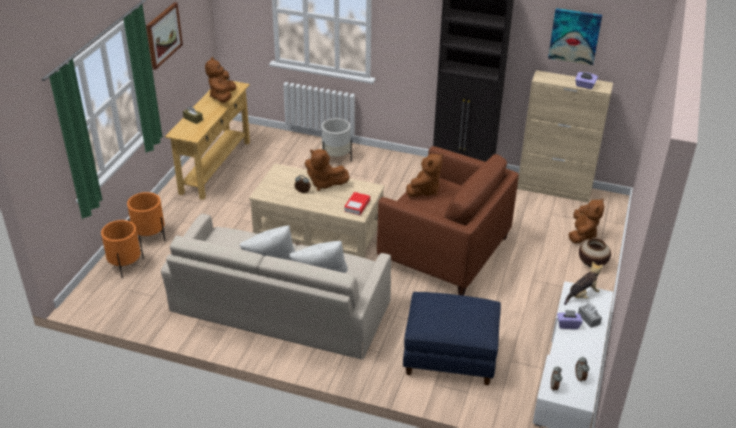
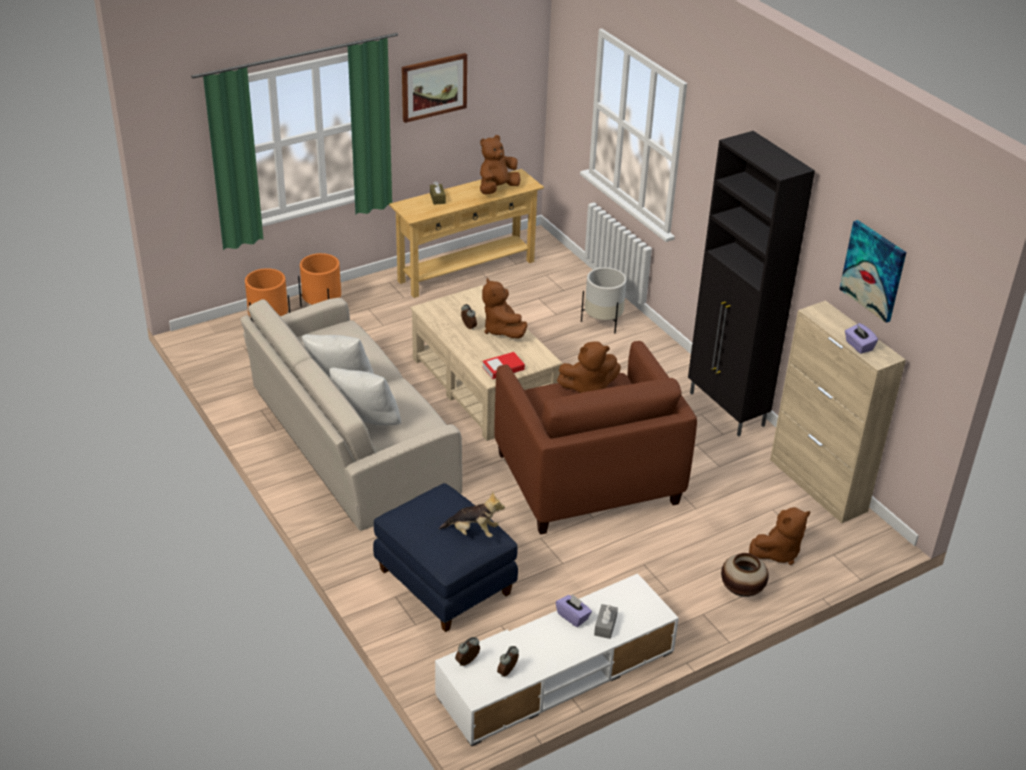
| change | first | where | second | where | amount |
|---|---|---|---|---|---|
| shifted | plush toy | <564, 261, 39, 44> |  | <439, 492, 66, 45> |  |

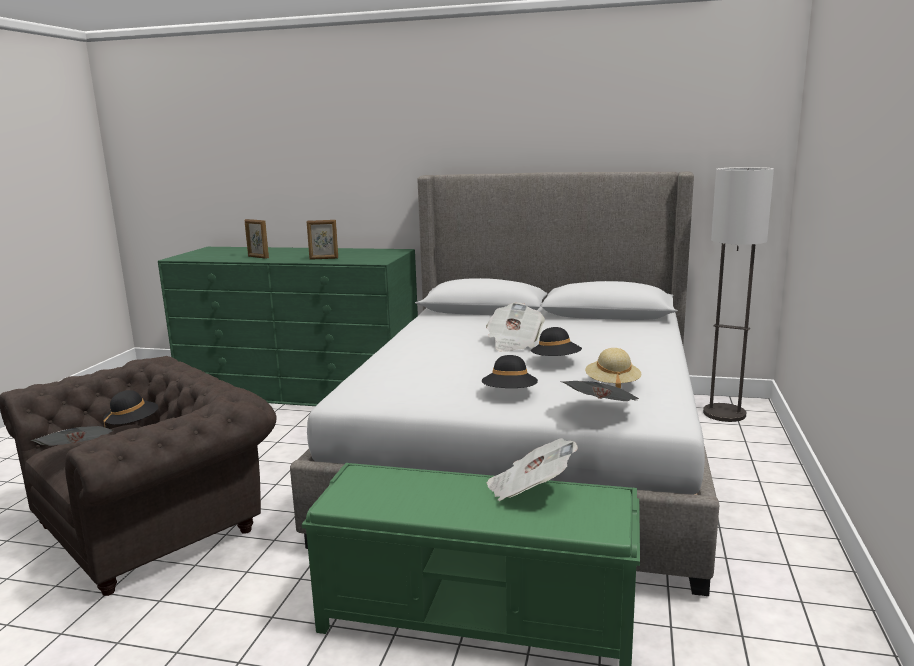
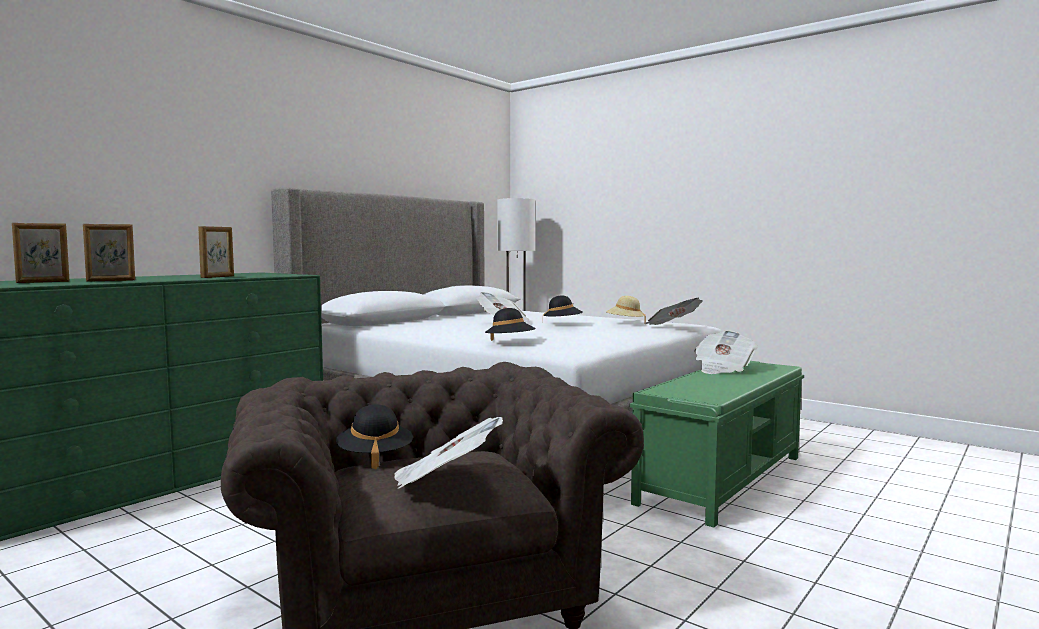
| change | first | where | second | where | amount |
|---|---|---|---|---|---|
| shifted | black hat | <482, 355, 56, 33> |  | <485, 308, 51, 33> |  |
| new |  |  | picture frame | <12, 223, 57, 60> |  |

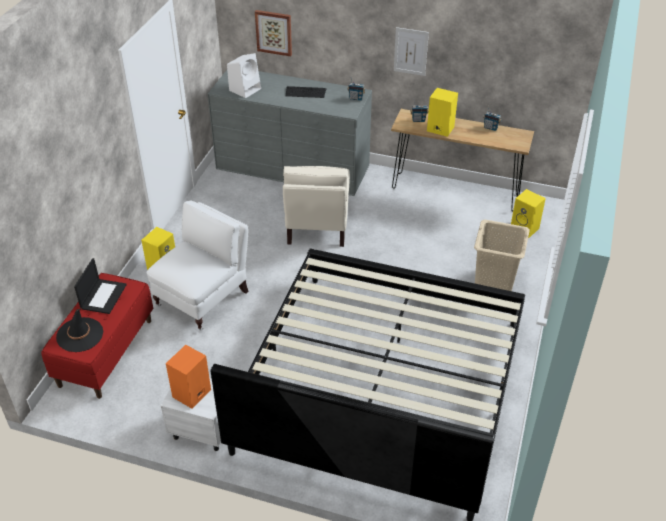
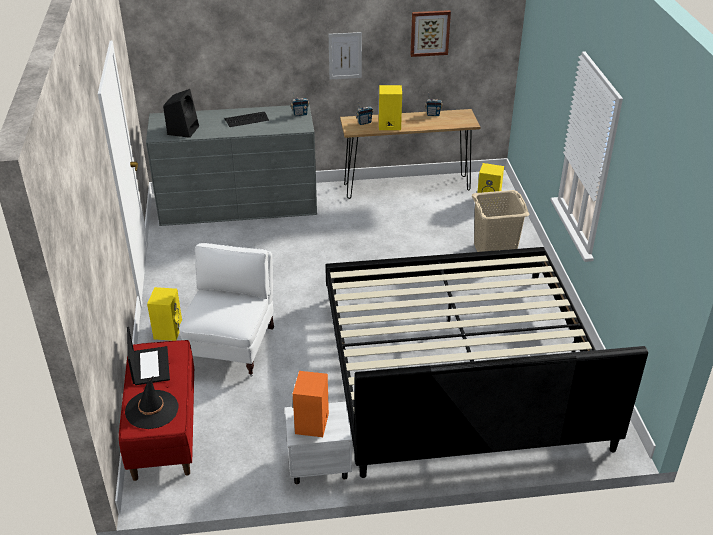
| change | first | where | second | where | amount |
|---|---|---|---|---|---|
| shifted | picture | <255, 10, 37, 46> |  | <411, 10, 40, 47> |  |
| repainted | white speaker | <227, 53, 34, 45> | black speaker | <163, 89, 36, 49> |  |
| gone | beige armchair | <283, 166, 67, 81> |  |  |  |

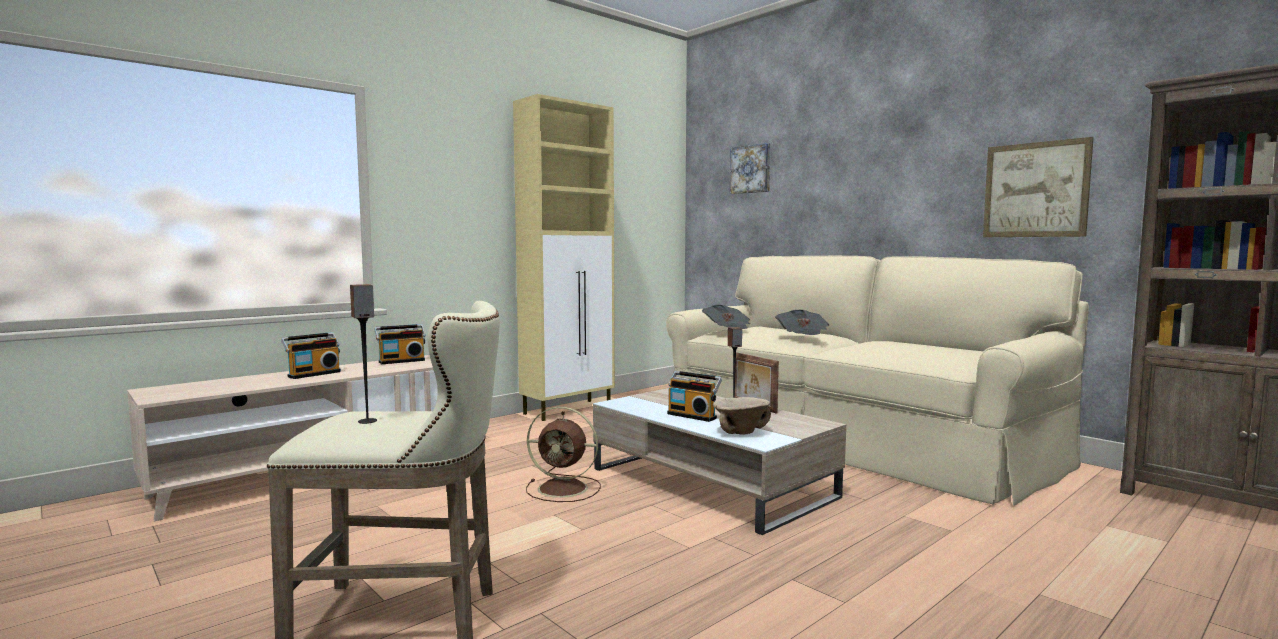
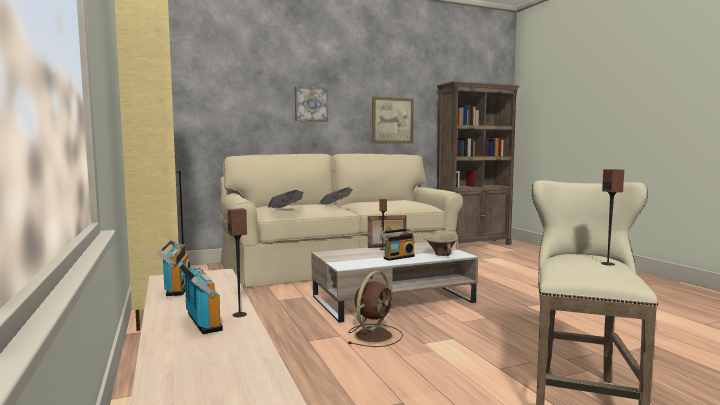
| change | first | where | second | where | amount |
|---|---|---|---|---|---|
| shifted | picture | <730, 143, 40, 51> |  | <295, 86, 33, 36> |  |
| new |  |  | speaker | <227, 208, 20, 109> |  |

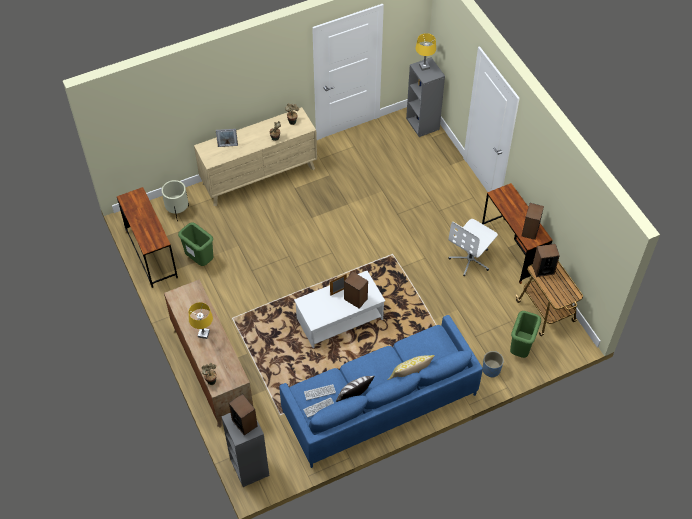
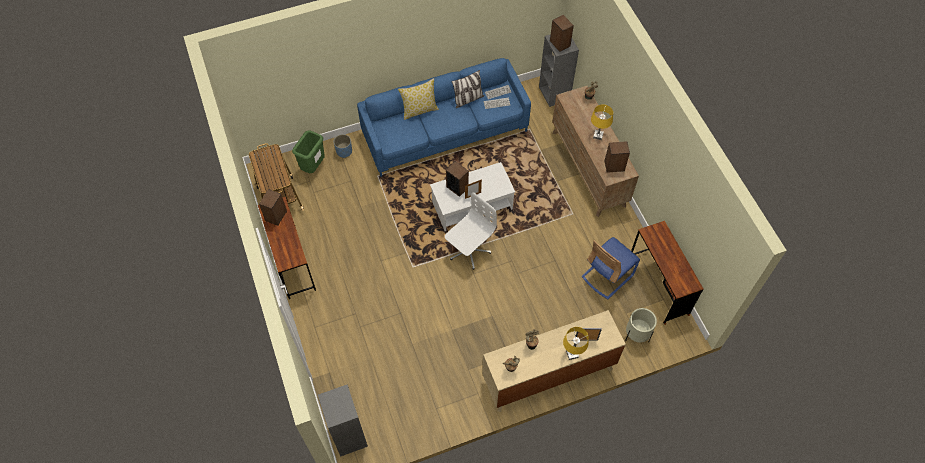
| change | first | where | second | where | amount |
|---|---|---|---|---|---|
| shifted | yellow table lamp | <416, 33, 20, 38> |  | <563, 327, 26, 33> |  |
| shifted | white office chair | <448, 219, 50, 57> |  | <445, 192, 52, 77> |  |
| swapped | green trash can | <178, 222, 35, 44> | blue chair | <582, 237, 58, 62> |  |
| shifted | speaker | <532, 244, 28, 33> |  | <605, 141, 25, 32> |  |

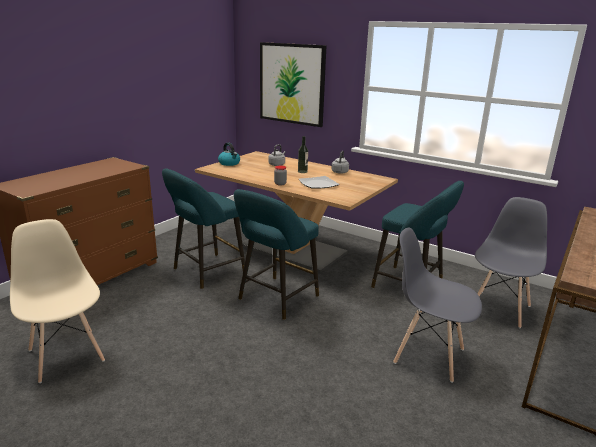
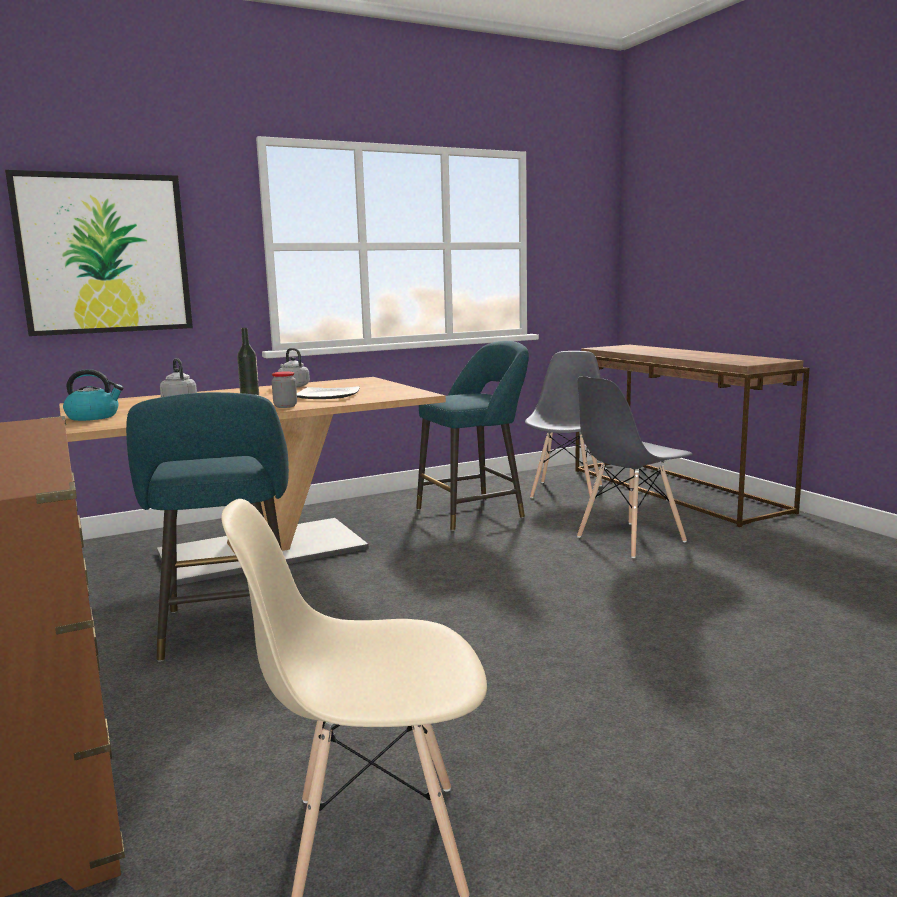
| change | first | where | second | where | amount |
|---|---|---|---|---|---|
| gone | turquoise stool | <234, 189, 85, 131> |  |  |  |
| rotated | grey chair | <475, 197, 72, 131> |  | <525, 351, 77, 147> | 45 degrees clockwise |

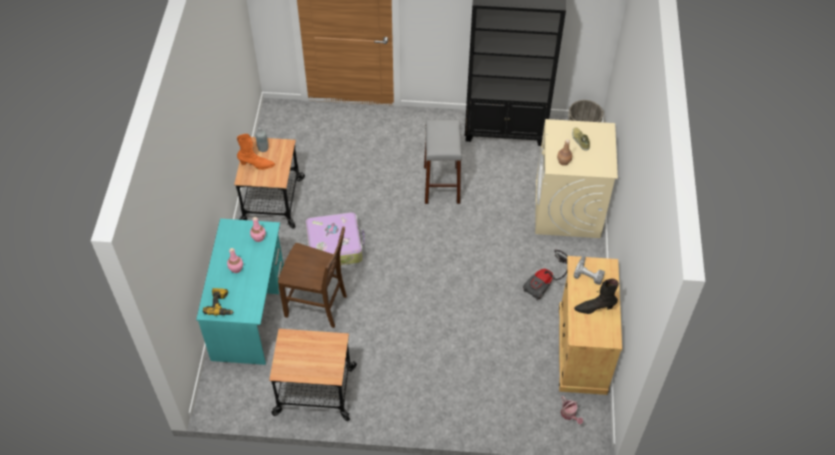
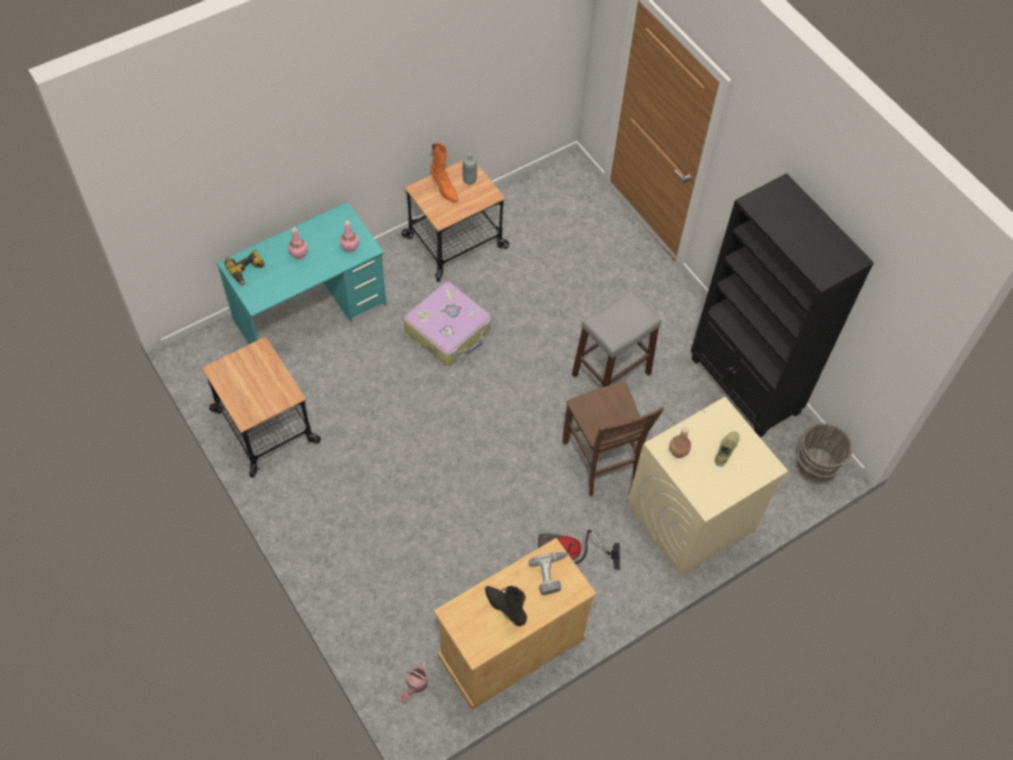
| change | first | where | second | where | amount |
|---|---|---|---|---|---|
| shifted | brown chair | <278, 227, 69, 101> |  | <562, 382, 102, 114> |  |

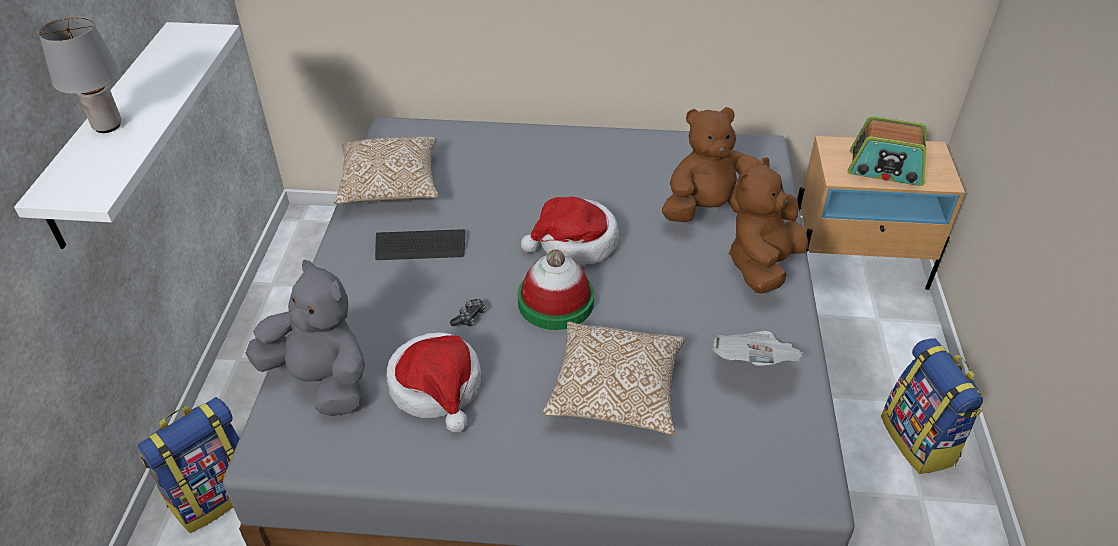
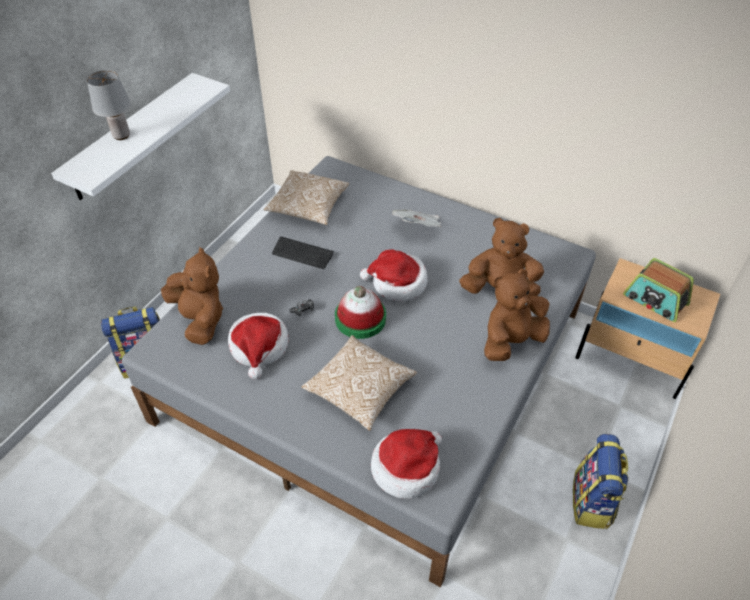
| change | first | where | second | where | amount |
|---|---|---|---|---|---|
| repainted | grey plush toy | <245, 260, 120, 156> | brown plush toy | <161, 247, 62, 98> |  |
| shifted | newspaper | <713, 331, 90, 35> |  | <392, 209, 50, 18> |  |
| new |  |  | hat | <371, 429, 71, 70> |  |

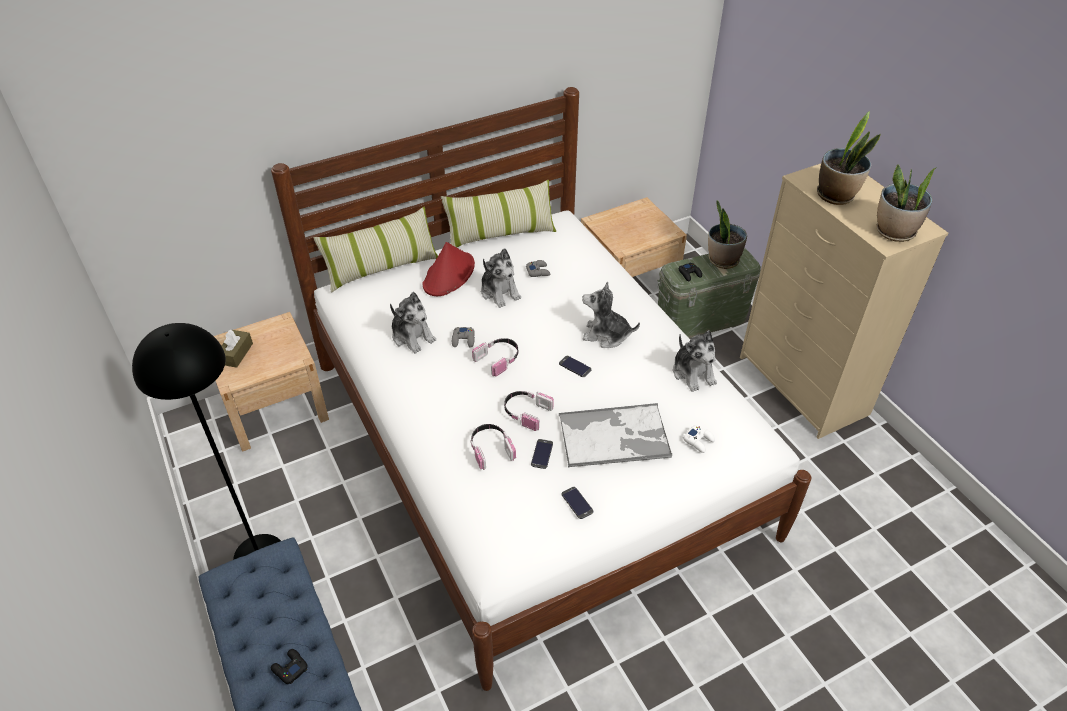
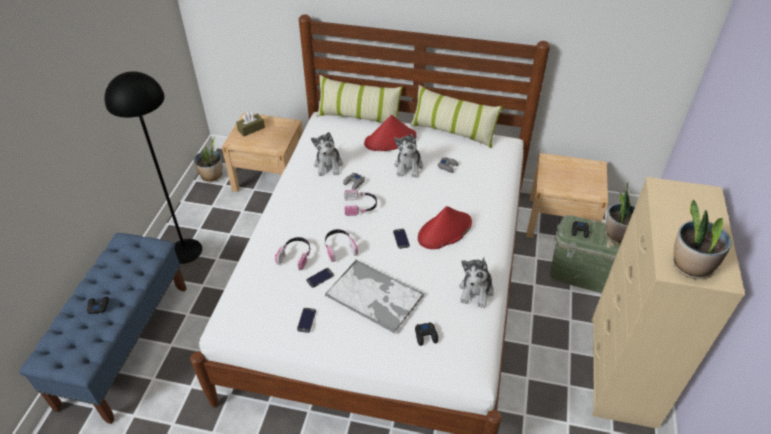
| change | first | where | second | where | amount |
|---|---|---|---|---|---|
| shifted | potted plant | <817, 111, 64, 94> |  | <194, 137, 29, 45> |  |
| swapped | plush toy | <582, 282, 58, 66> | red hat | <418, 206, 54, 43> |  |
| repainted | white game controller | <683, 425, 32, 28> | black game controller | <415, 322, 23, 24> |  |

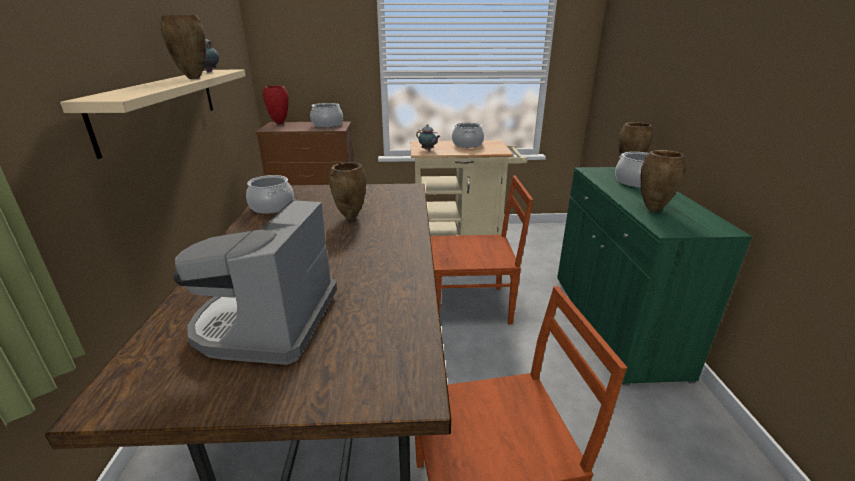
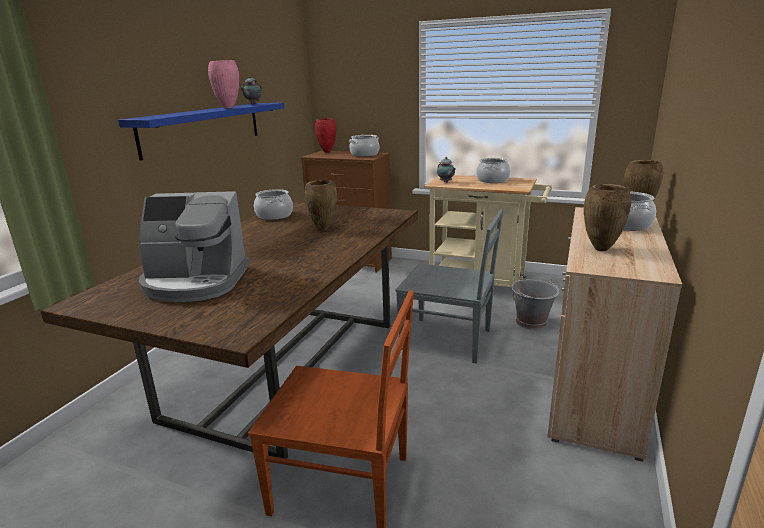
| change | first | where | second | where | amount |
|---|---|---|---|---|---|
| repainted | brown vase | <161, 15, 45, 64> | pink vase | <208, 60, 31, 49> |  |
| repainted | beige shelf | <60, 70, 186, 89> | blue shelf | <118, 103, 166, 58> |  |
| repainted | green cabinet | <557, 167, 195, 219> | beige cabinet | <547, 207, 135, 255> |  |
| repainted | brown chair | <430, 175, 103, 150> | grey chair | <395, 209, 108, 155> |  |
| rotated | coffee machine | <173, 199, 164, 166> |  | <139, 191, 110, 111> | 120 degrees counterclockwise |
| new |  |  | grey bucket | <512, 279, 48, 51> |  |

